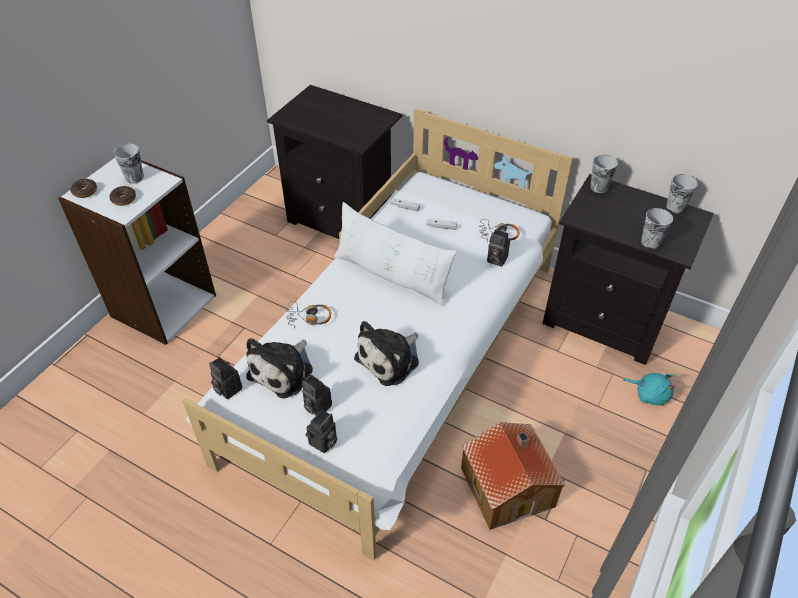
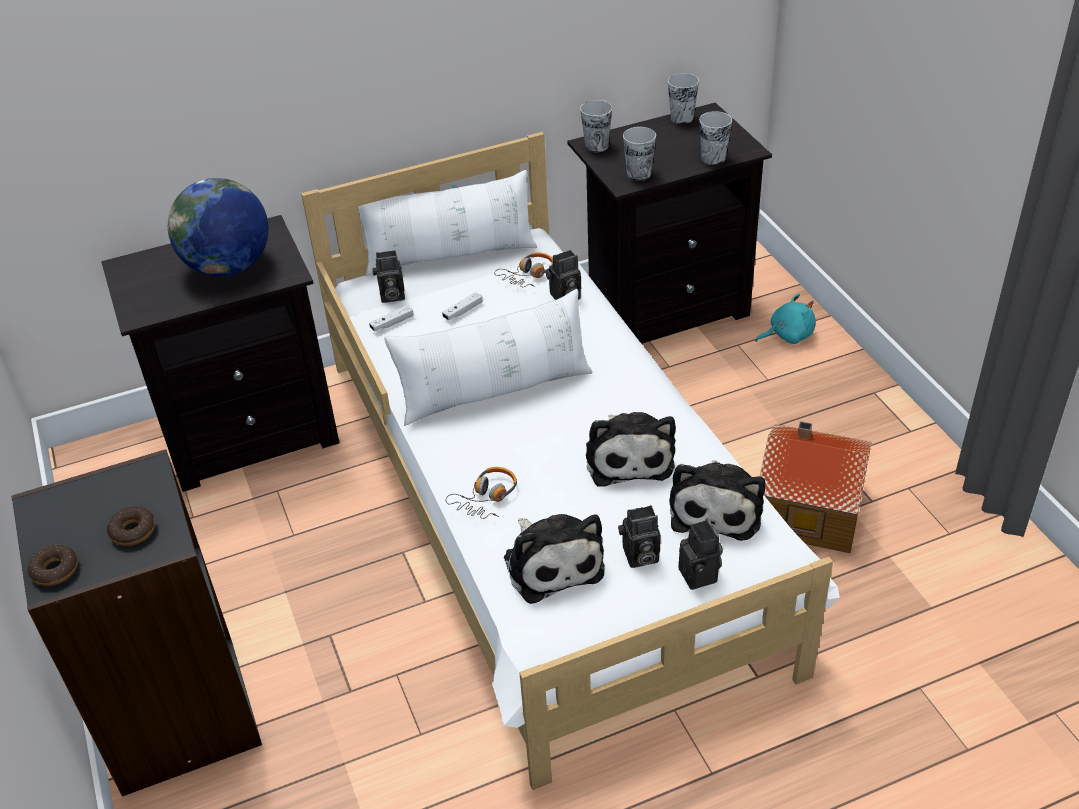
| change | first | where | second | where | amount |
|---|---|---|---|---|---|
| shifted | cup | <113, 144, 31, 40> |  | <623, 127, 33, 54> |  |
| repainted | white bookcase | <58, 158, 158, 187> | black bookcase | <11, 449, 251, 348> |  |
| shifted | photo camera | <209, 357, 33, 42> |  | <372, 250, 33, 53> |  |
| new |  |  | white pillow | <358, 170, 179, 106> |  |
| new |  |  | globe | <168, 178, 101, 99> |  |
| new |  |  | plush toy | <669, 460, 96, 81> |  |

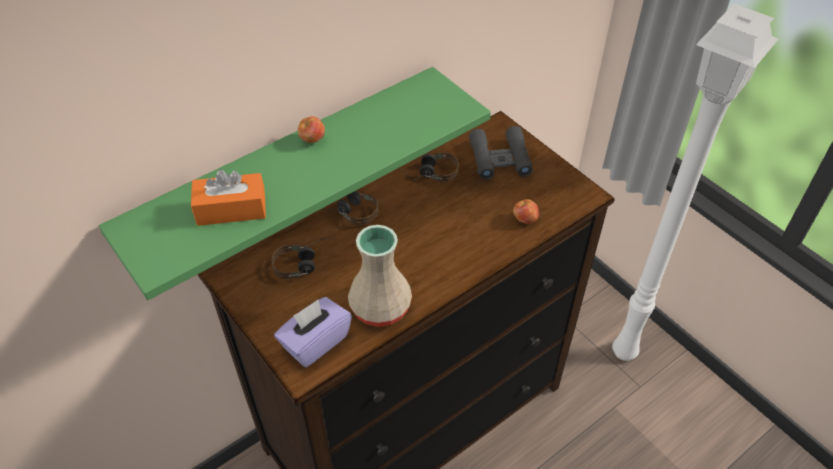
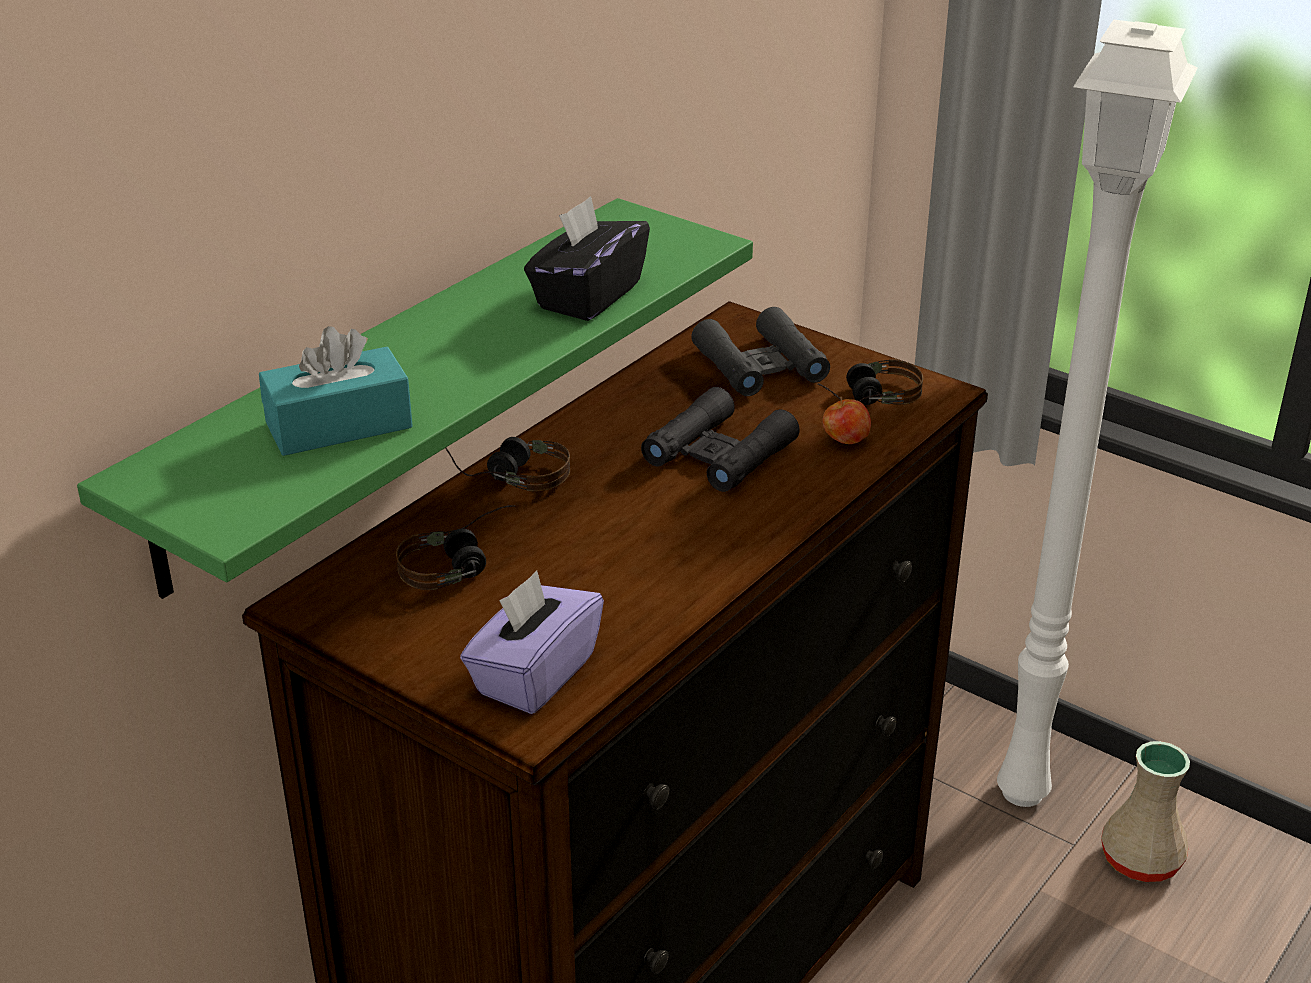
| change | first | where | second | where | amount |
|---|---|---|---|---|---|
| gone | apple | <298, 116, 27, 27> |  |  |  |
| shifted | headphones | <400, 153, 59, 29> |  | <818, 359, 105, 46> |  |
| repainted | orange tissue box | <191, 169, 75, 57> | turquoise tissue box | <259, 326, 154, 130> |  |
| shifted | beige vase | <348, 225, 64, 102> |  | <1101, 741, 89, 141> |  |
| new |  |  | black tissue box | <524, 196, 126, 125> |  |
| new |  |  | black binoculars | <641, 387, 159, 105> |  |

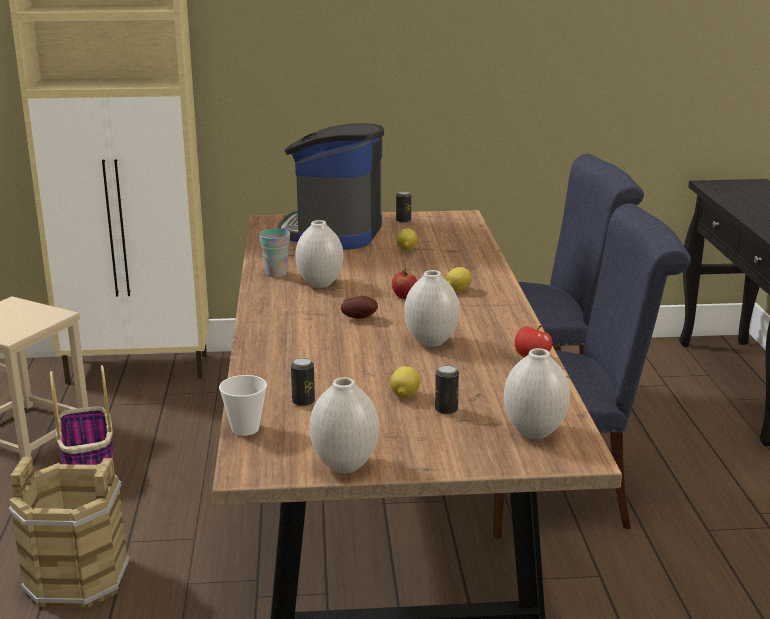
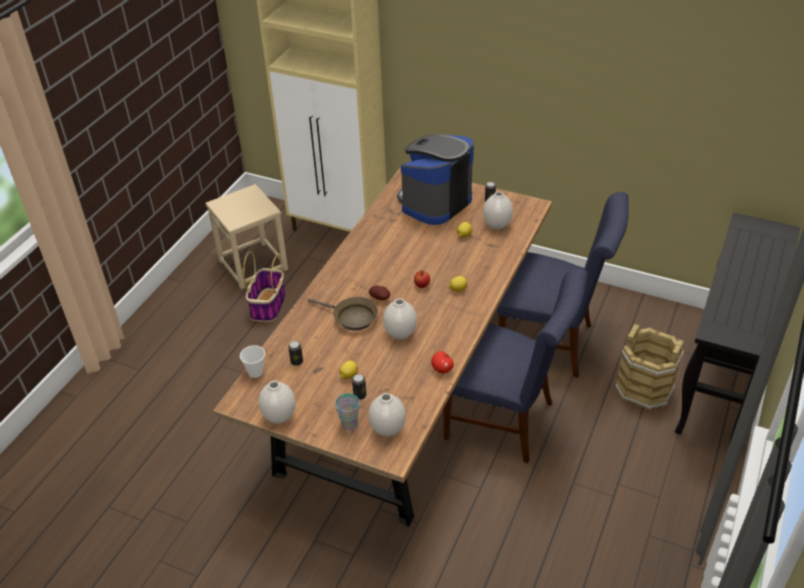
| change | first | where | second | where | amount |
|---|---|---|---|---|---|
| shifted | white vase | <295, 220, 48, 68> |  | <483, 191, 30, 39> |  |
| shifted | cup | <259, 229, 31, 48> |  | <335, 393, 25, 37> |  |
| shifted | brown bucket | <9, 457, 121, 151> |  | <616, 324, 68, 86> |  |
| new |  |  | brown frying pan | <308, 297, 70, 34> |  |

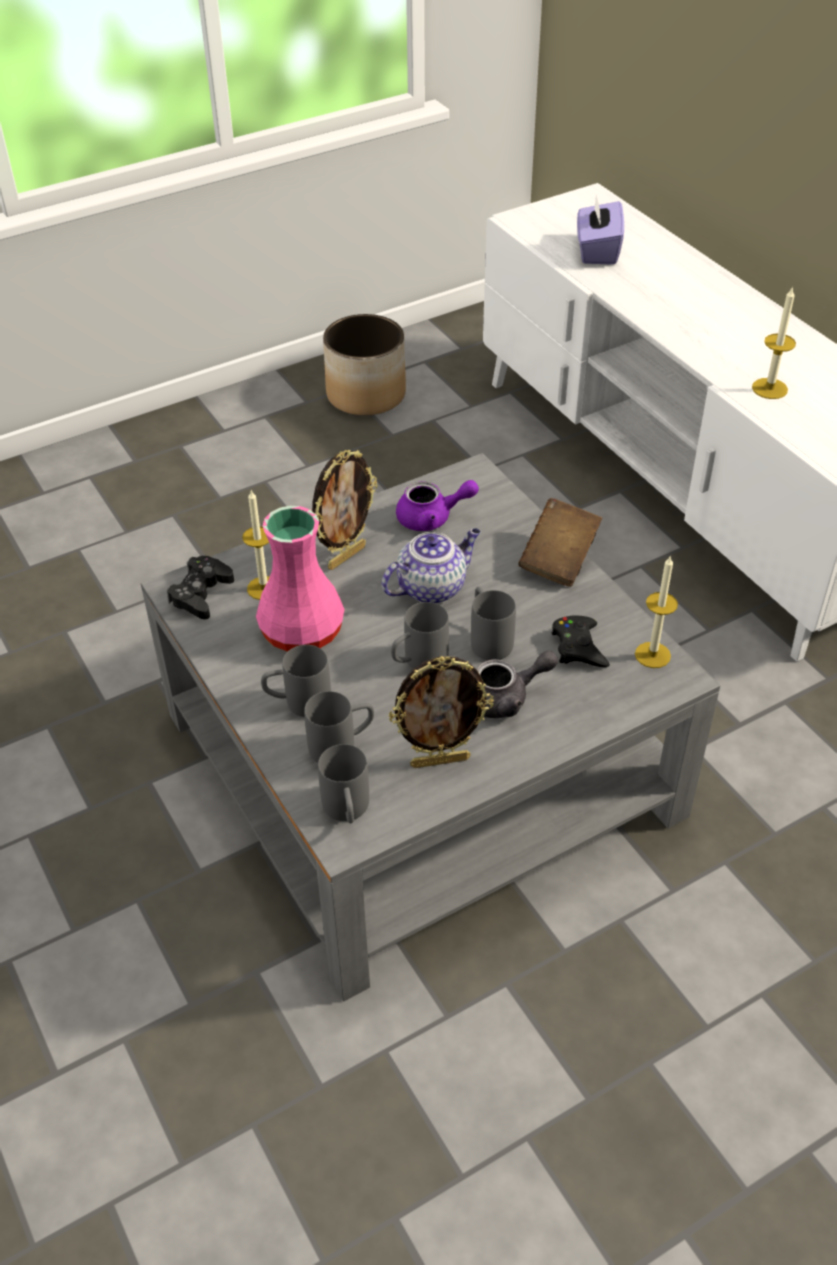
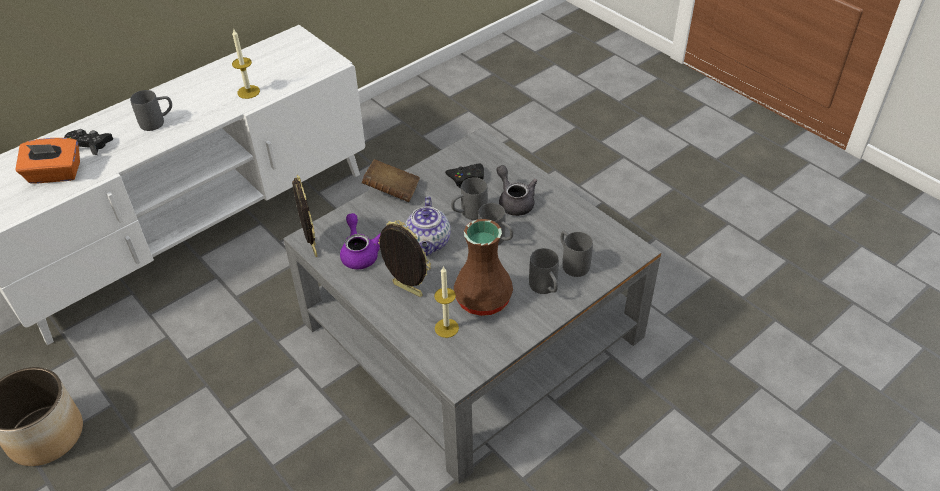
| change | first | where | second | where | amount |
|---|---|---|---|---|---|
| repainted | purple tissue box | <577, 195, 47, 70> | orange tissue box | <15, 138, 65, 46> |  |
| repainted | pink vase | <256, 506, 89, 146> | brown vase | <454, 219, 59, 97> |  |
| rotated | teapot | <381, 528, 99, 76> |  | <405, 196, 46, 60> | 135 degrees counterclockwise |
| gone | candle | <635, 555, 43, 113> |  |  |  |
| shifted | black game controller | <167, 556, 67, 63> |  | <64, 129, 49, 26> |  |
| shifted | picture frame | <389, 656, 105, 112> |  | <292, 175, 26, 82> |  |
| shifted | grey mug | <318, 744, 51, 79> |  | <130, 90, 42, 41> |  |

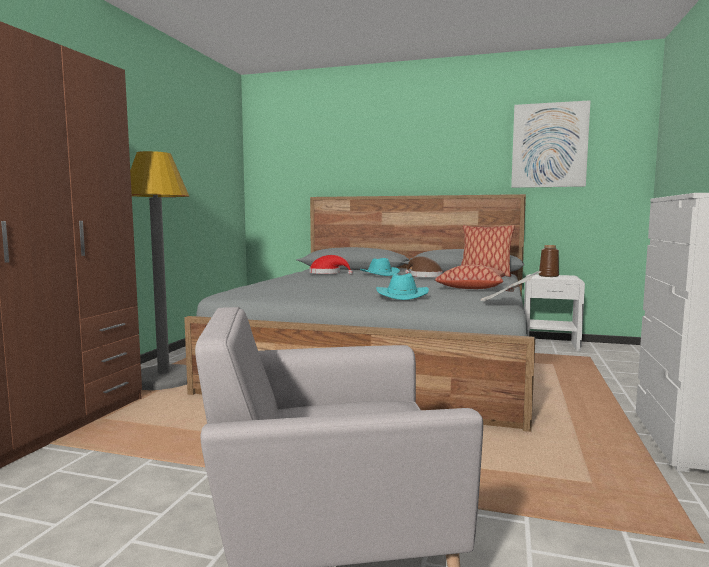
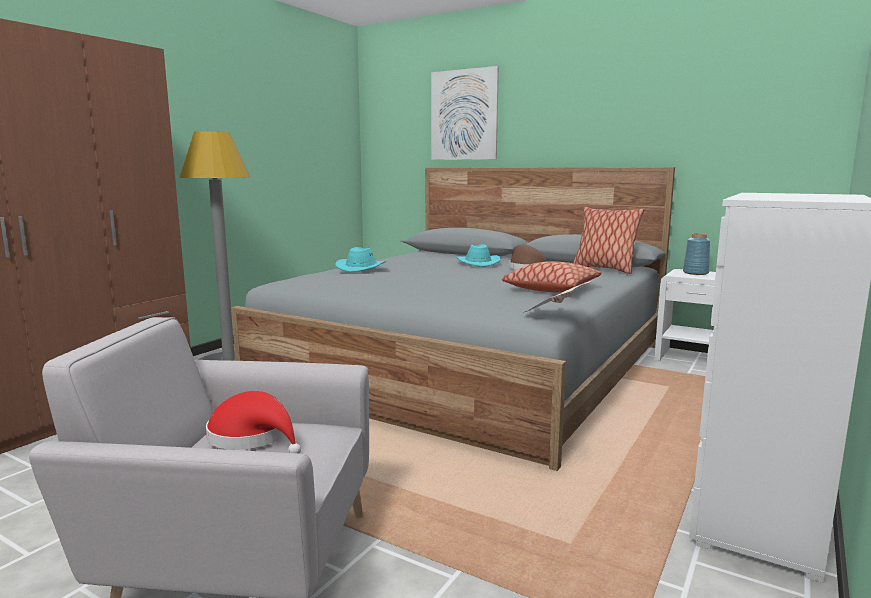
| change | first | where | second | where | amount |
|---|---|---|---|---|---|
| shifted | picture | <511, 100, 80, 88> |  | <431, 66, 68, 94> |  |
| repainted | brown vase | <539, 245, 20, 32> | blue vase | <683, 233, 27, 42> |  |
| shifted | red hat | <309, 255, 44, 20> |  | <206, 391, 95, 62> |  |
| shifted | turquoise hat | <376, 273, 53, 27> |  | <335, 247, 52, 25> |  |

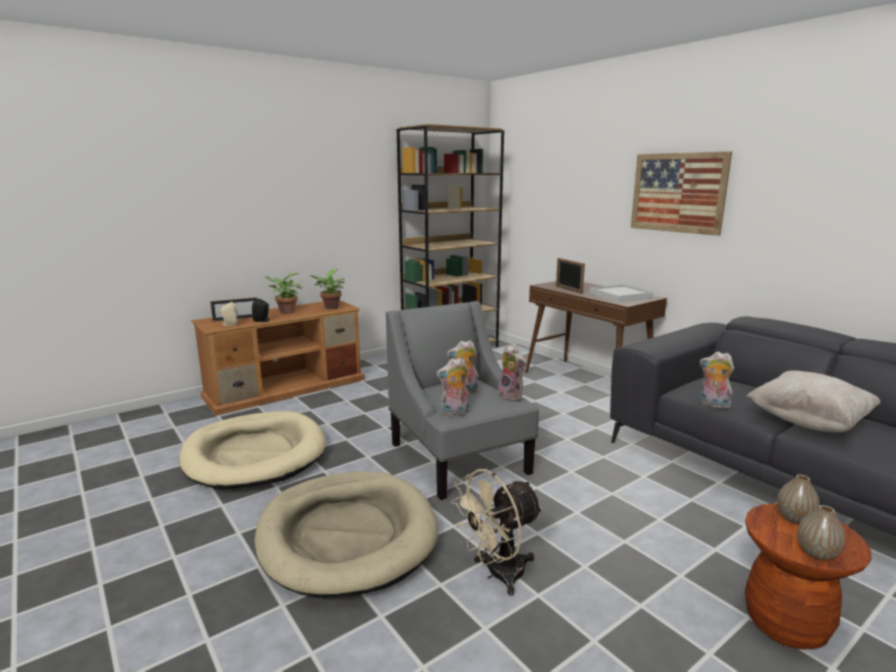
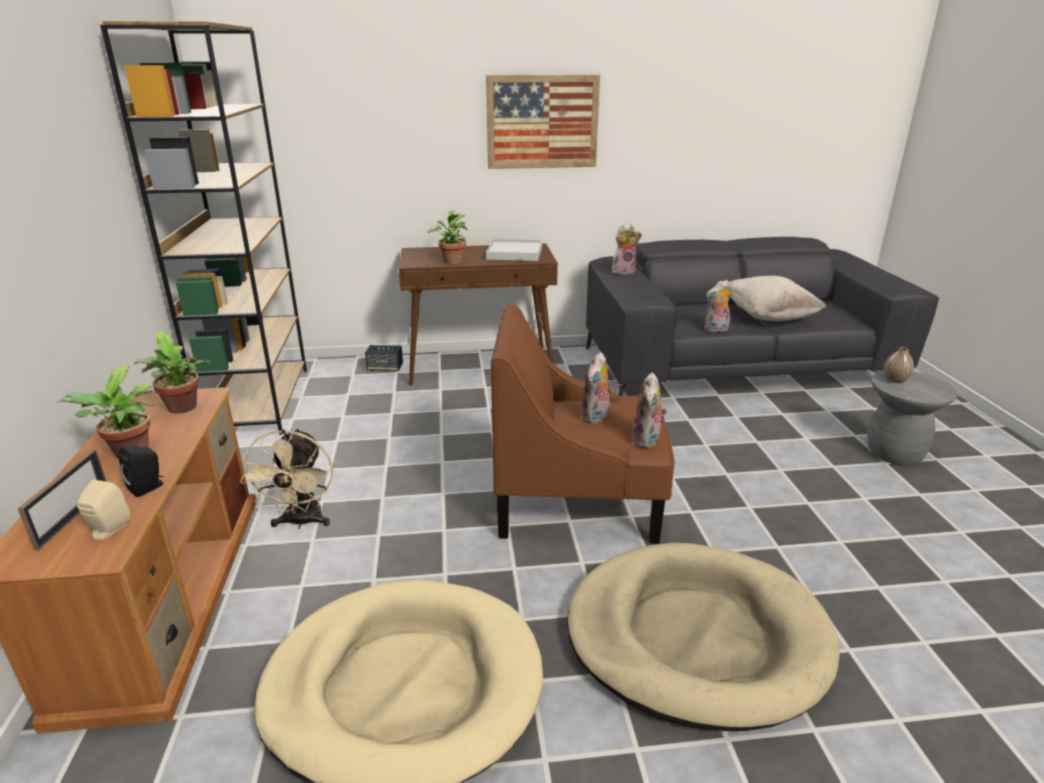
| change | first | where | second | where | amount |
|---|---|---|---|---|---|
| swapped | picture frame | <556, 258, 29, 36> | potted plant | <428, 210, 40, 54> |  |
| repainted | grey armchair | <386, 301, 153, 199> | brown armchair | <491, 304, 184, 240> |  |
| shifted | plush toy | <498, 345, 29, 57> |  | <612, 224, 30, 51> |  |
| shifted | beige fan | <451, 469, 92, 127> |  | <240, 428, 93, 101> |  |
| repainted | brown stool | <745, 503, 127, 147> | grey stool | <867, 371, 91, 94> |  |
| gone | vase | <798, 505, 47, 55> |  |  |  |
| new |  |  | speaker | <365, 345, 38, 27> |  |

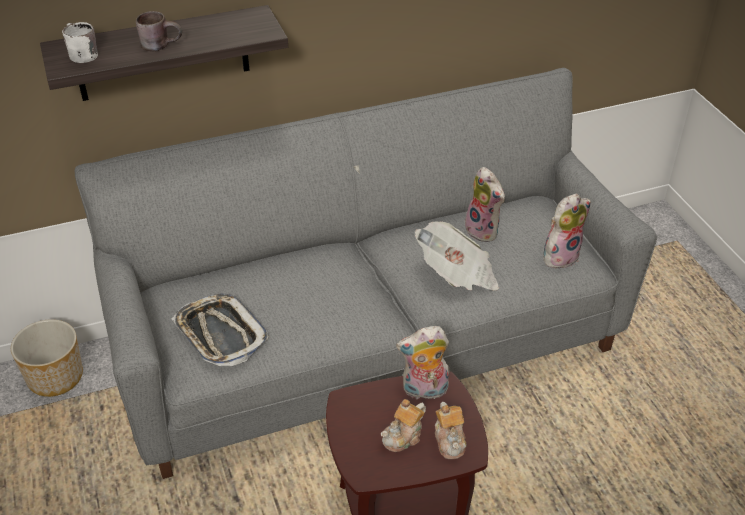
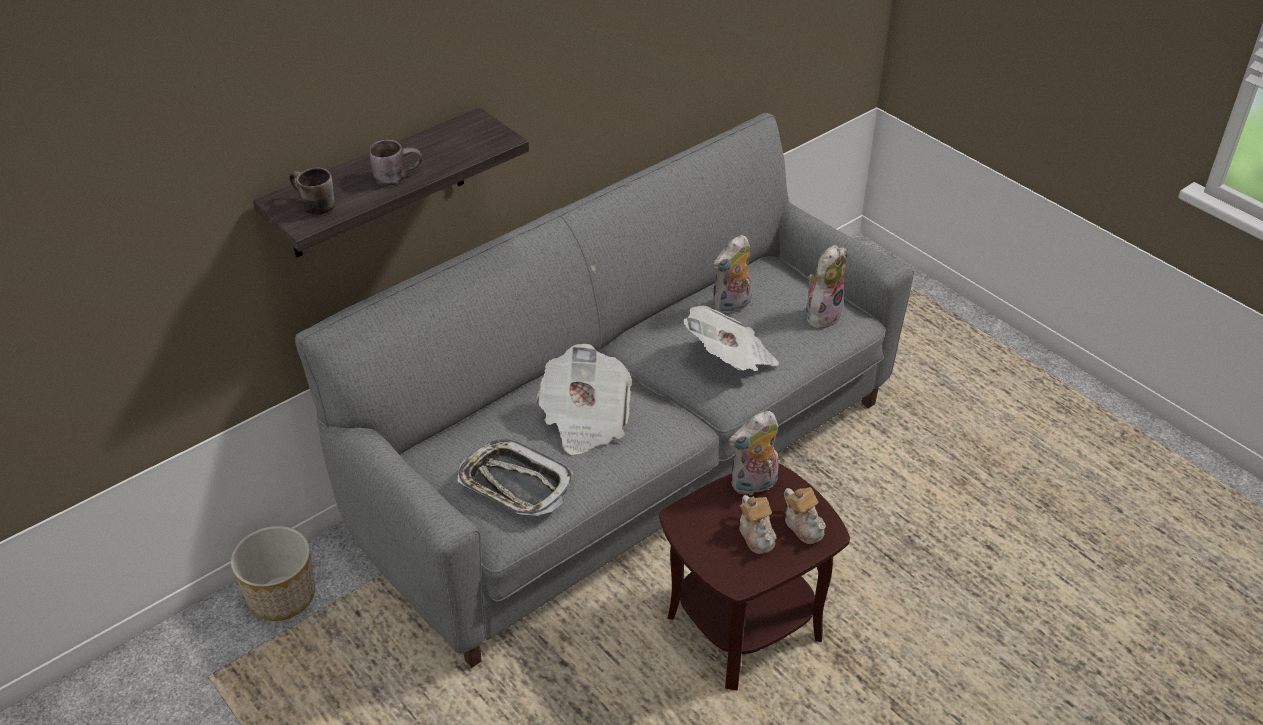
| change | first | where | second | where | amount |
|---|---|---|---|---|---|
| repainted | white mug | <62, 22, 36, 41> | brown mug | <289, 168, 46, 47> |  |
| rotated | plush toy | <462, 167, 43, 75> |  | <713, 235, 39, 80> | 105 degrees clockwise |
| rotated | teapot | <381, 399, 45, 53> |  | <739, 495, 38, 59> | 45 degrees counterclockwise |
| new |  |  | newspaper | <537, 344, 95, 111> |  |

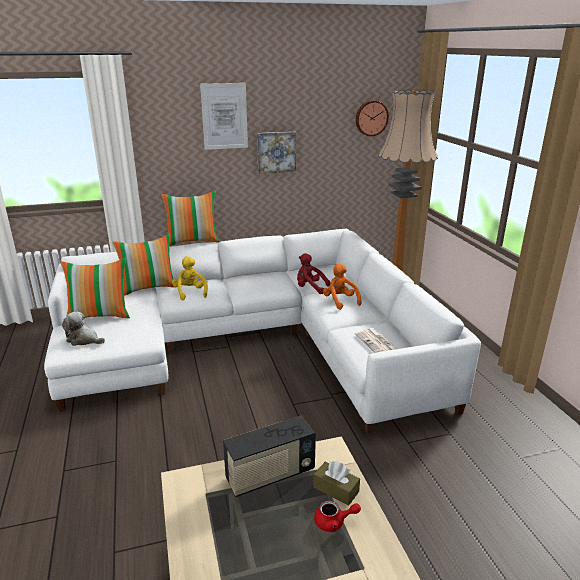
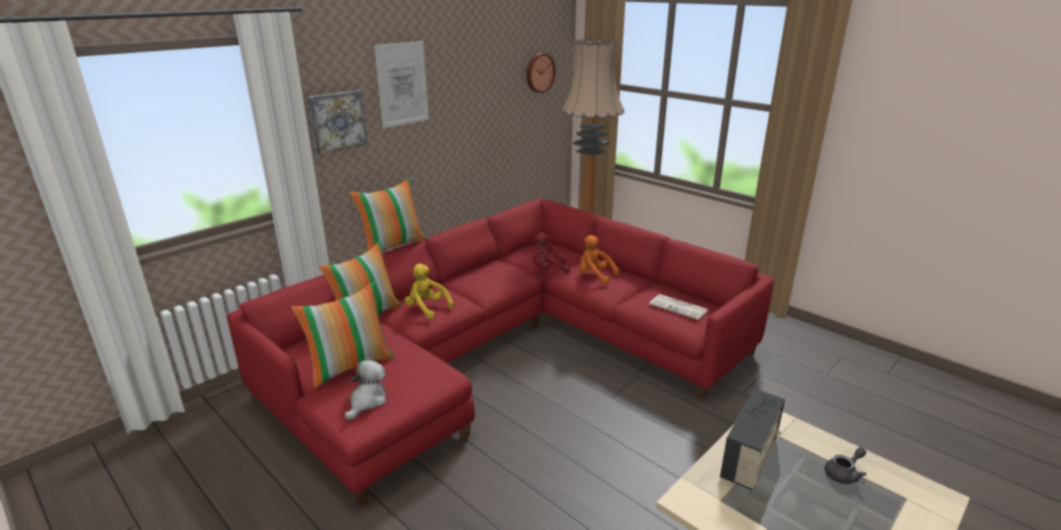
| change | first | where | second | where | amount |
|---|---|---|---|---|---|
| shifted | picture | <257, 131, 39, 43> |  | <307, 90, 60, 65> |  |
| repainted | white sofa | <44, 229, 437, 205> | red sofa | <227, 198, 547, 309> |  |
| rotated | plush toy | <62, 311, 43, 35> |  | <345, 360, 41, 60> | 120 degrees clockwise |
| gone | brown tissue box | <313, 461, 47, 45> |  |  |  |
| repainted | red teapot | <314, 501, 47, 31> | grey teapot | <825, 447, 41, 37> |  |

